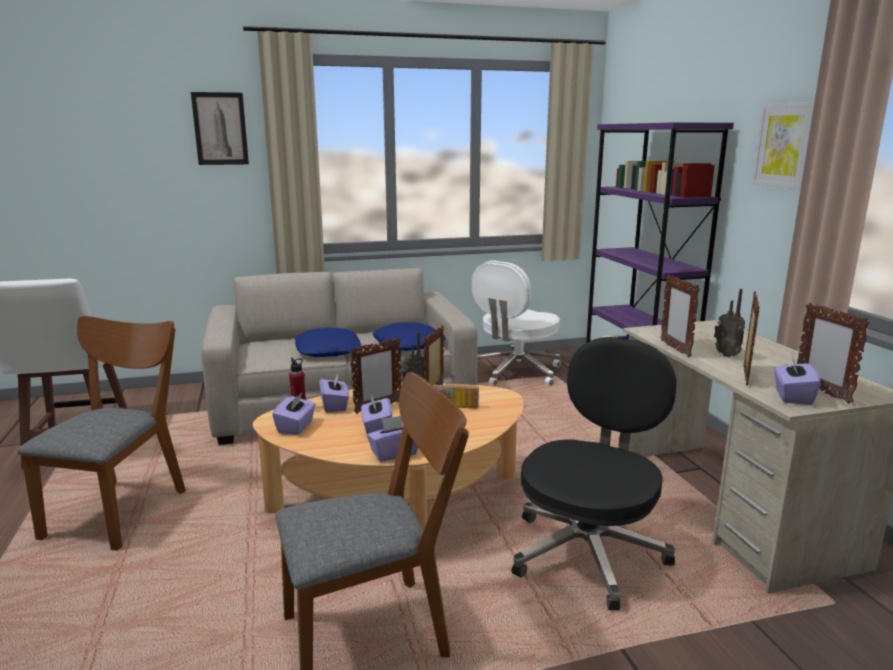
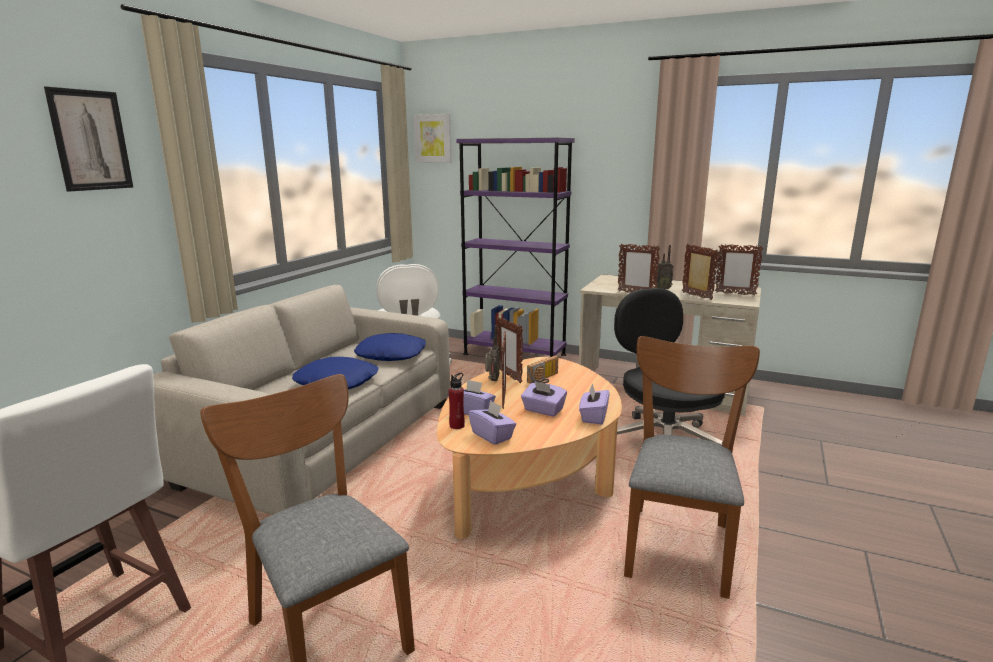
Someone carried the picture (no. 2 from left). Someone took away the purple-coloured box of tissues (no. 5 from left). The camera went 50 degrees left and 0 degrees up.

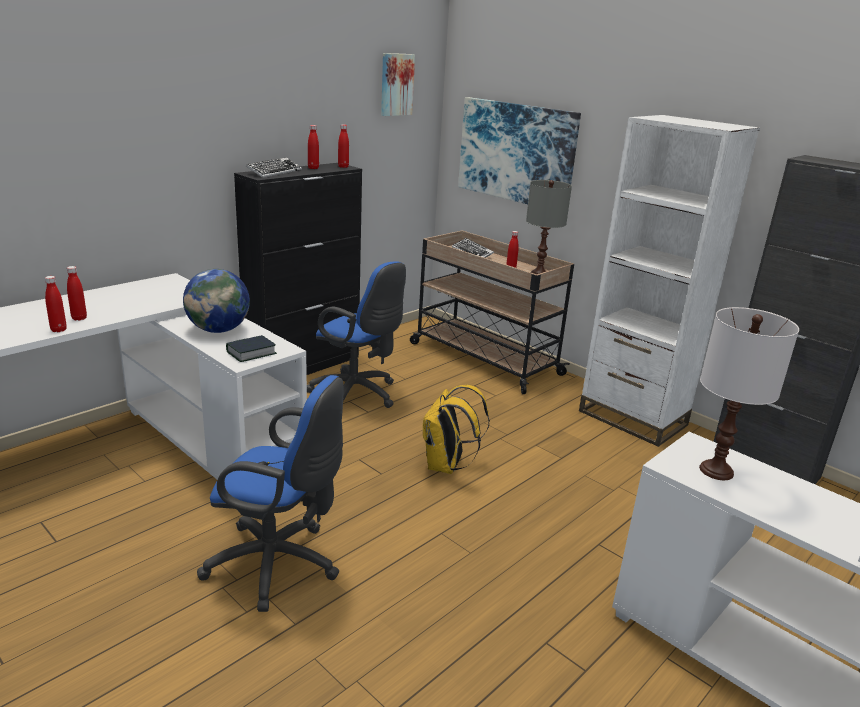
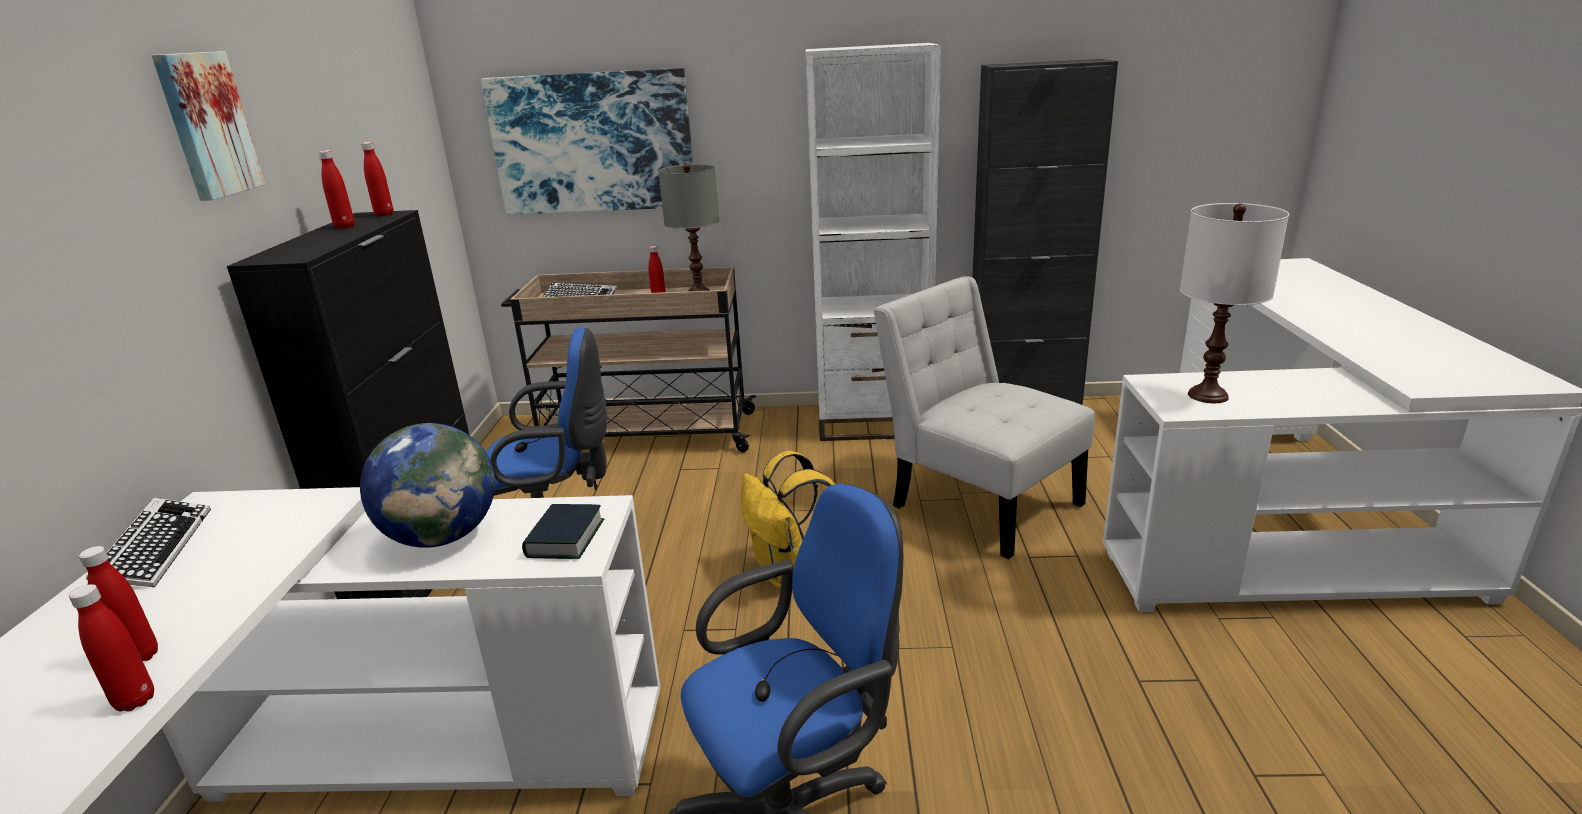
Someone carried the picture (no. 1 from left). Someone carried the computer keyboard (no. 1 from left). Someone put down the whitish upright chair. The camera went 40 degrees left and 0 degrees up.

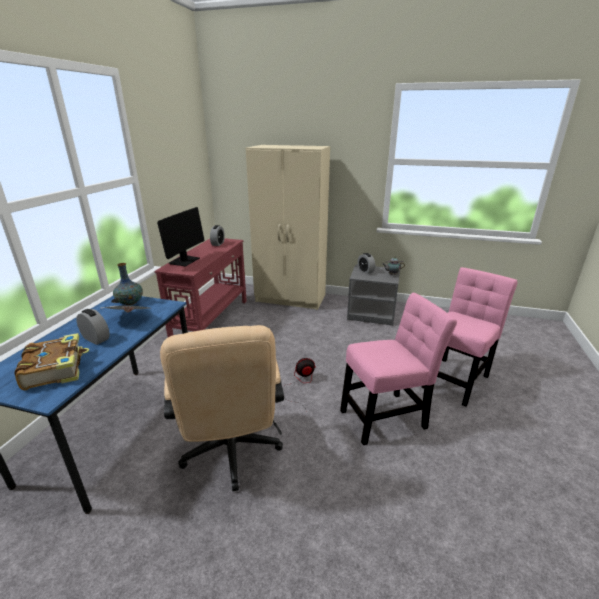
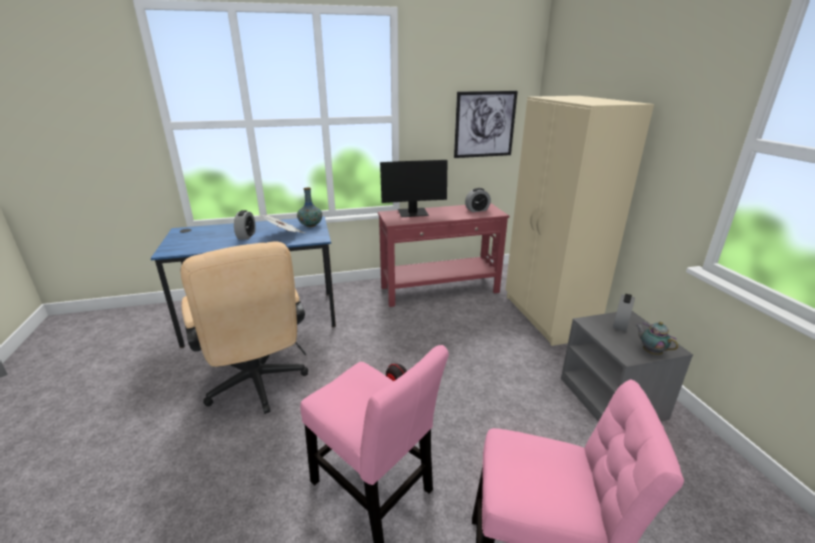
Someone rotated the beige-coloured office chair by 75 degrees counterclockwise. Someone took away the bound book. Someone put up the picture. The camera went 60 degrees right and 0 degrees up.

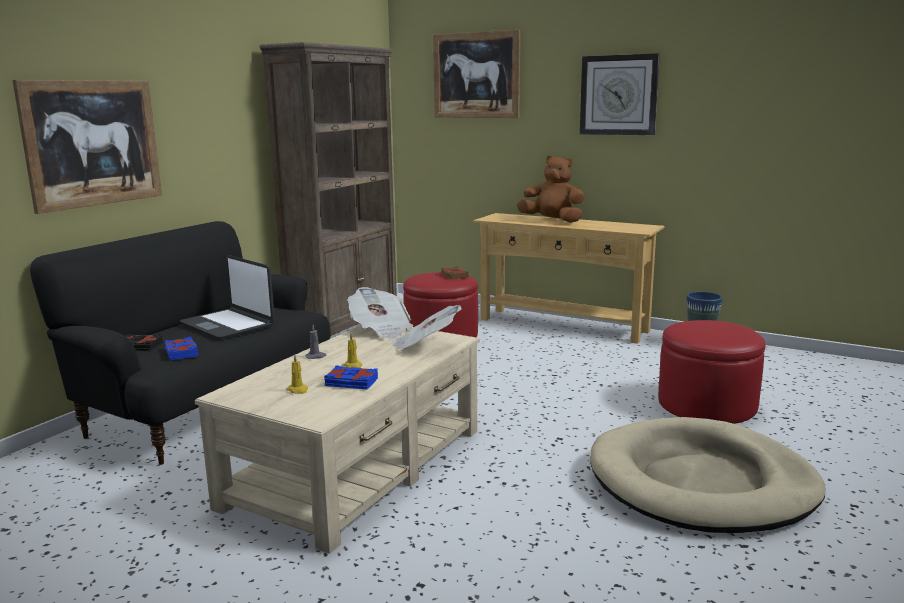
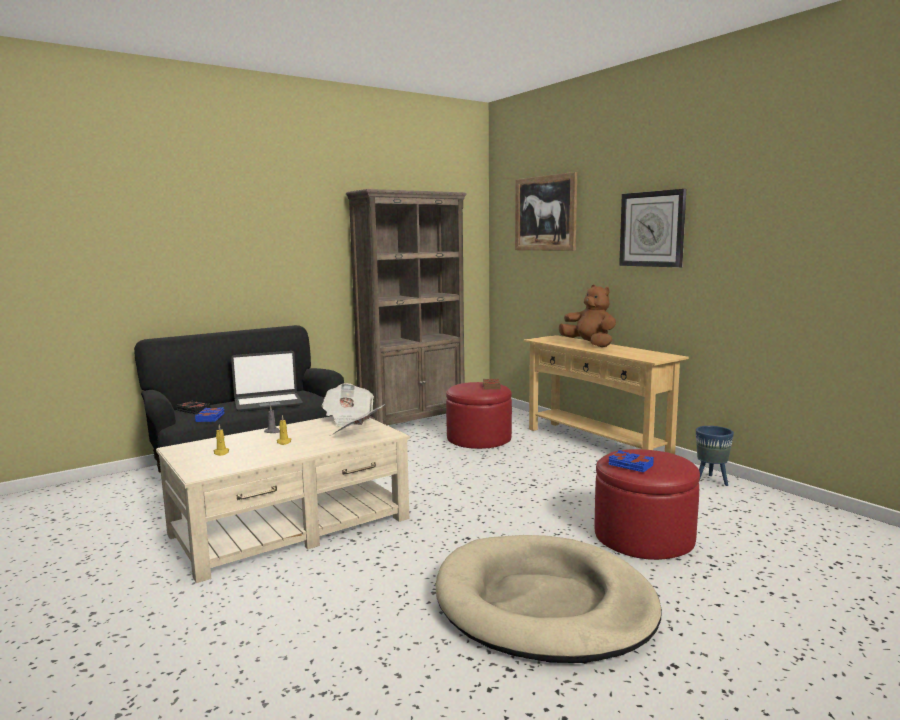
Someone took away the picture (no. 1 from left). Someone rotated the laptop by 90 degrees counterclockwise. Someone carried the blue bound book (no. 2 from left). The camera went 25 degrees right and 5 degrees down.

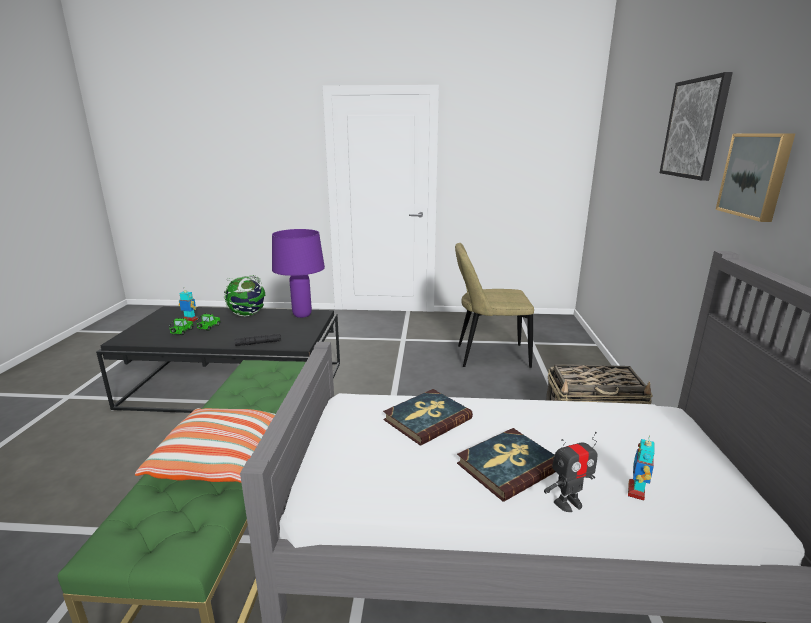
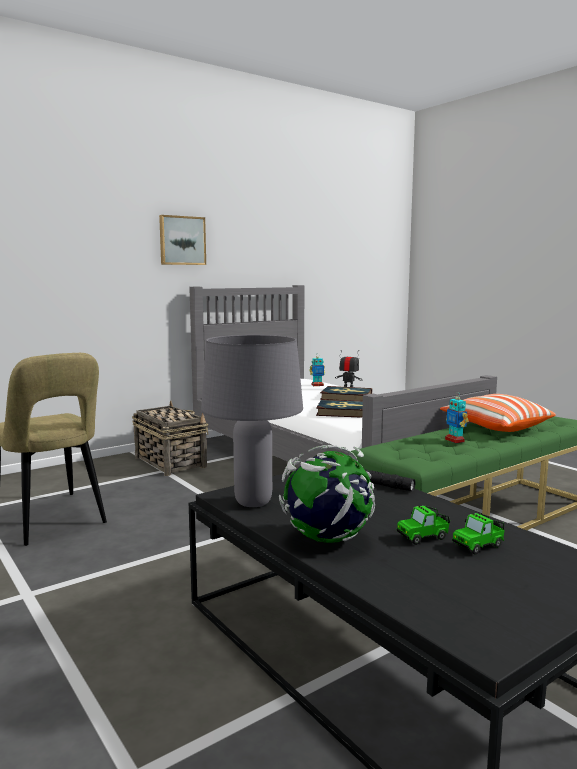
Someone took away the picture (no. 1 from left). Someone repainted the purple-coloured lamp for a table, which became the grey lamp for a table. Someone carried the robot figure (no. 1 from left in the first image). The camera went 130 degrees left and 10 degrees down.

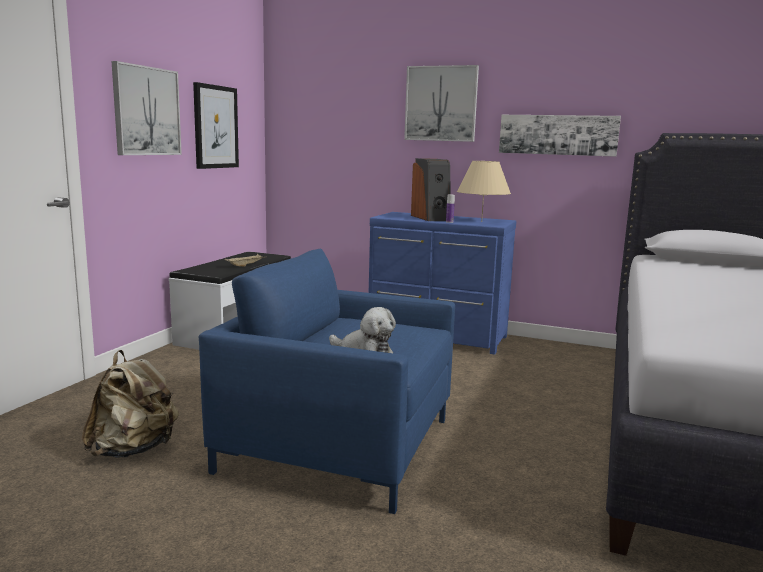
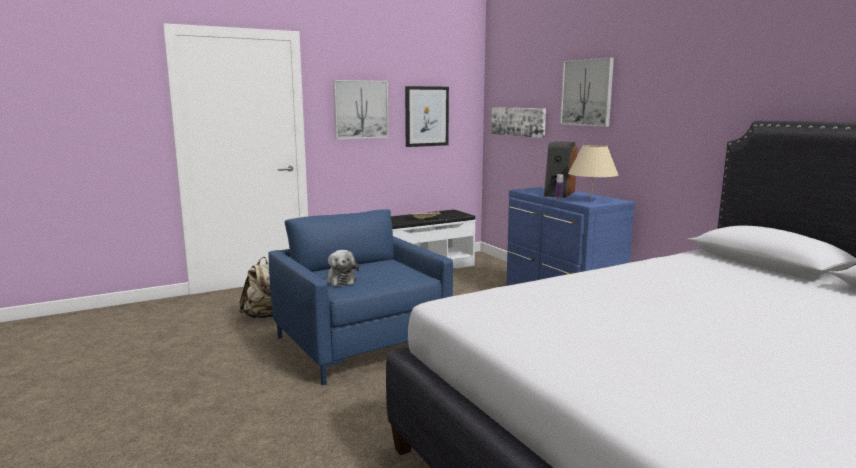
Someone carried the picture (no. 4 from left in the first image). The camera went 40 degrees right and 0 degrees up.

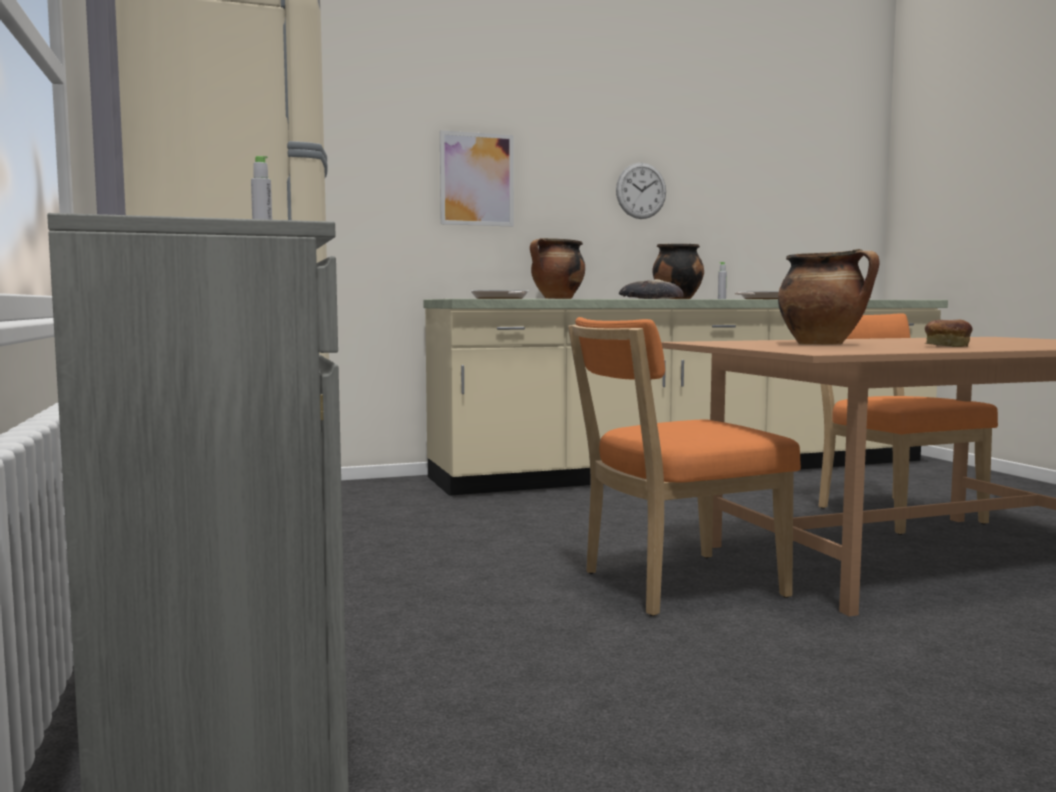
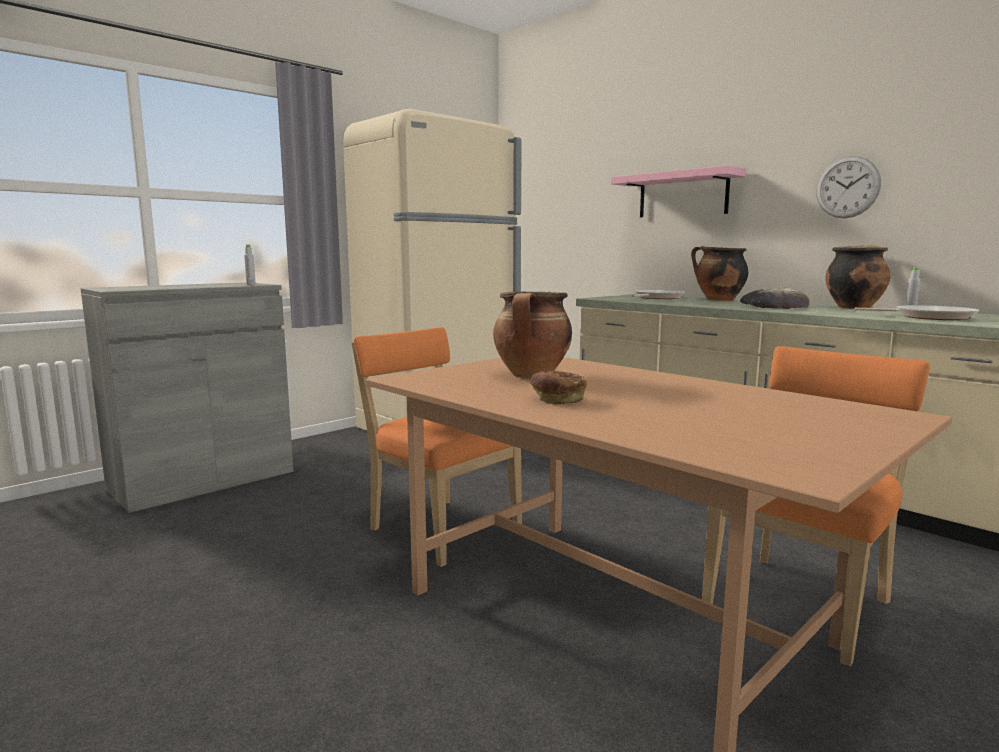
Someone swapped the picture for the pink-coloured shelf. The camera went 65 degrees right and 5 degrees up.

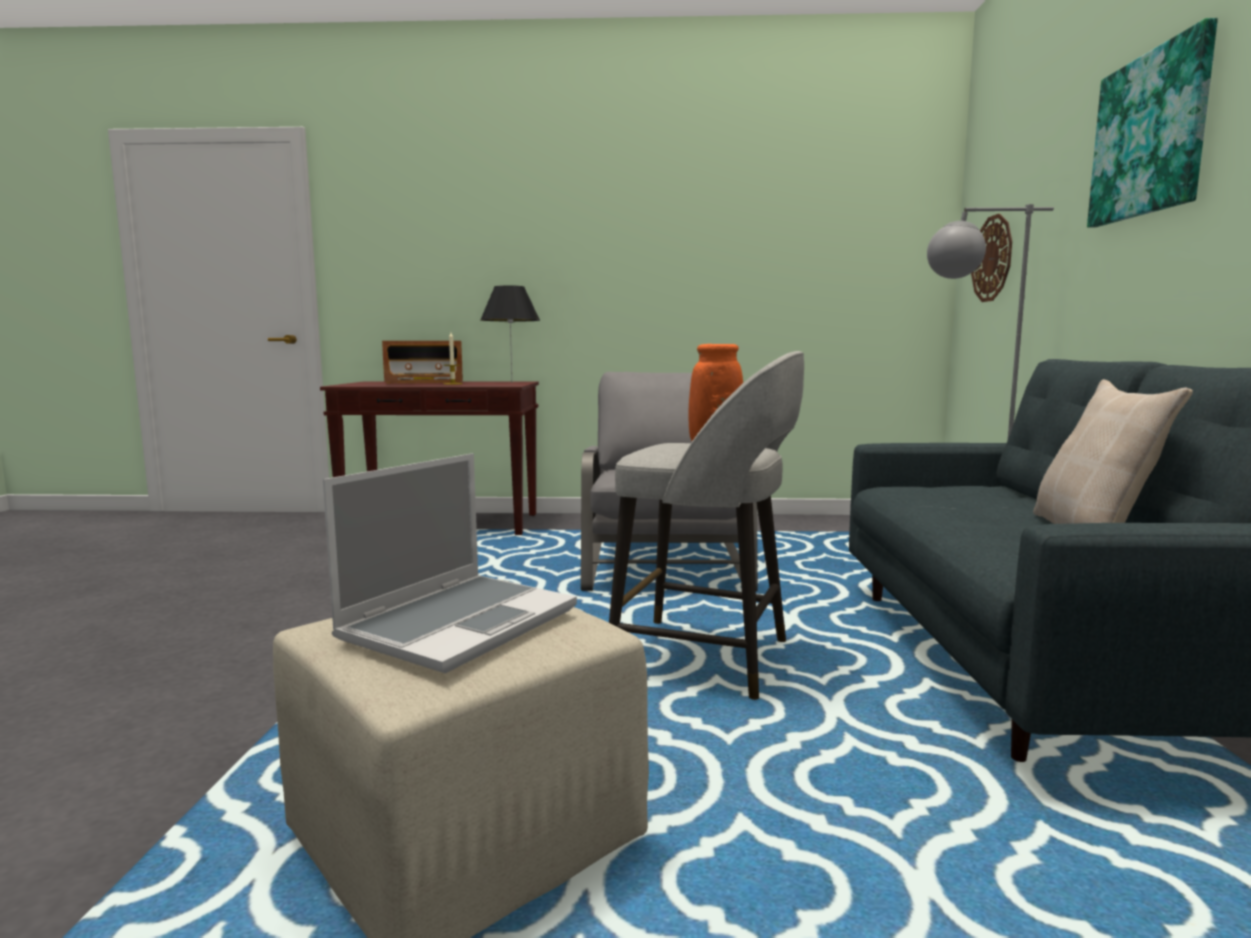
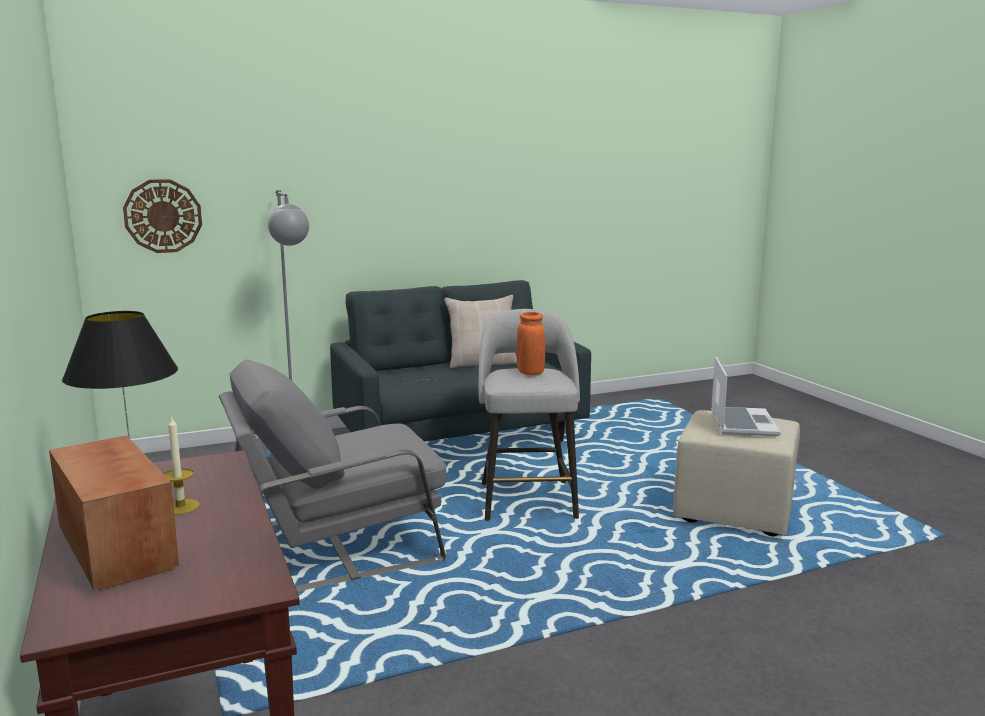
Someone took away the picture. Someone rotated the laptop by 90 degrees clockwise. The camera went 115 degrees left and 5 degrees up.

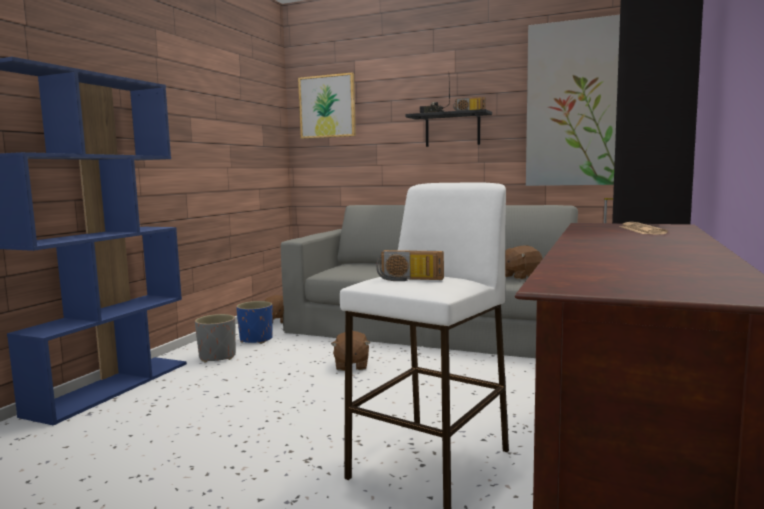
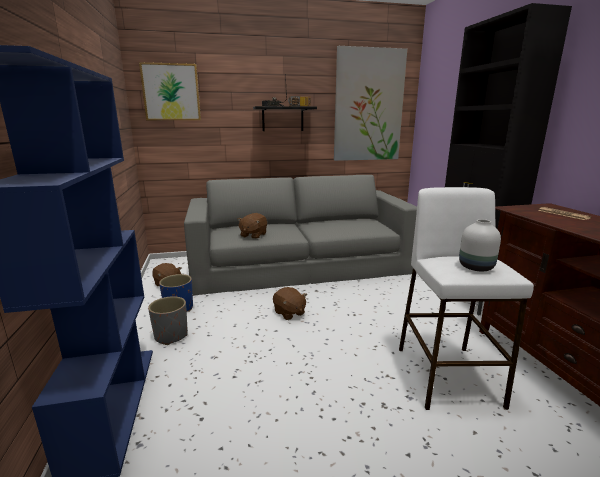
Someone carried the brownish plush toy (no. 3 from left in the first image). Someone swapped the radio (no. 1 from left) for the whitish flower vase. The camera went 35 degrees left and 10 degrees up.

